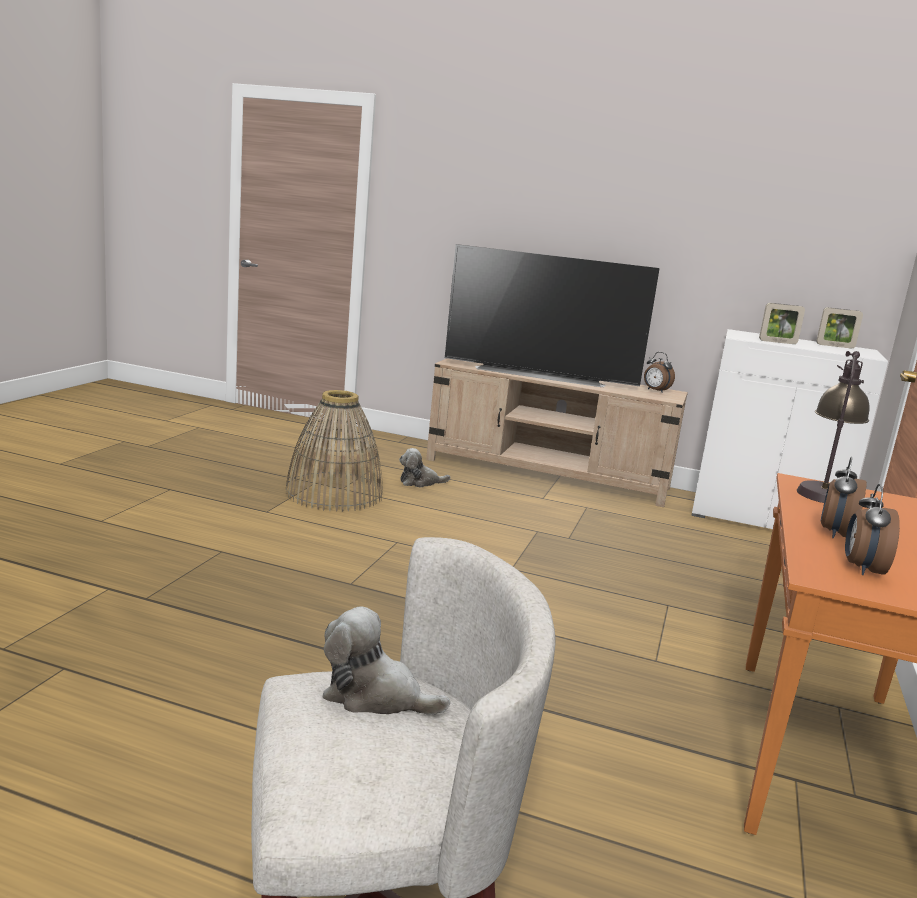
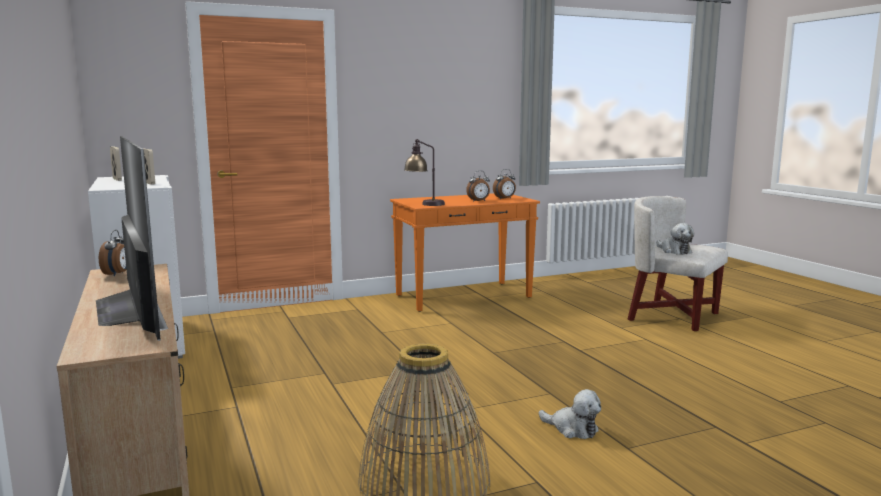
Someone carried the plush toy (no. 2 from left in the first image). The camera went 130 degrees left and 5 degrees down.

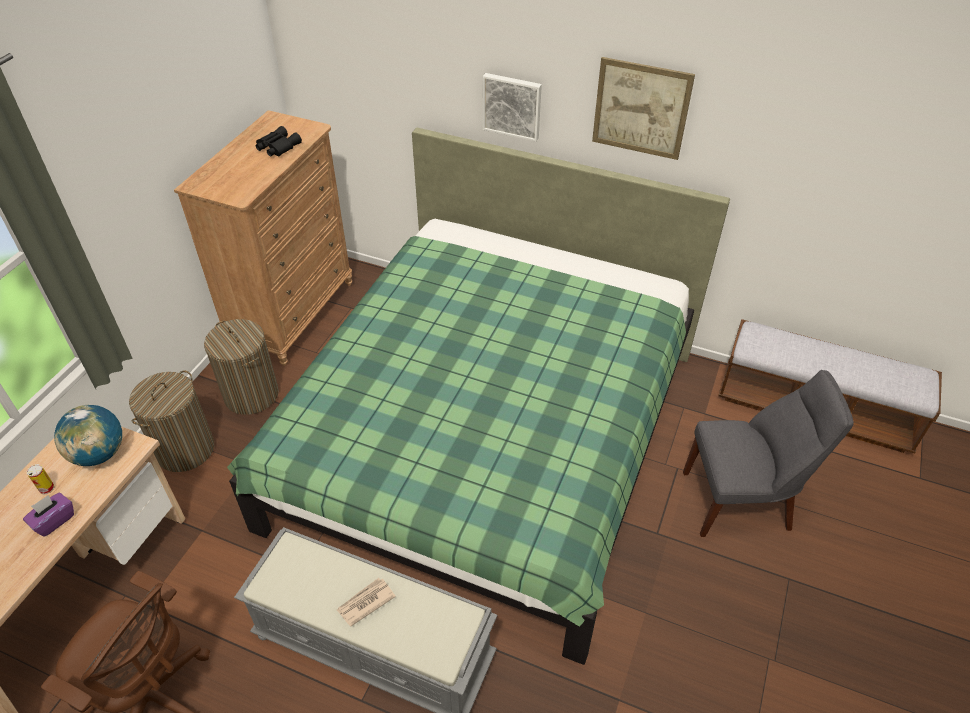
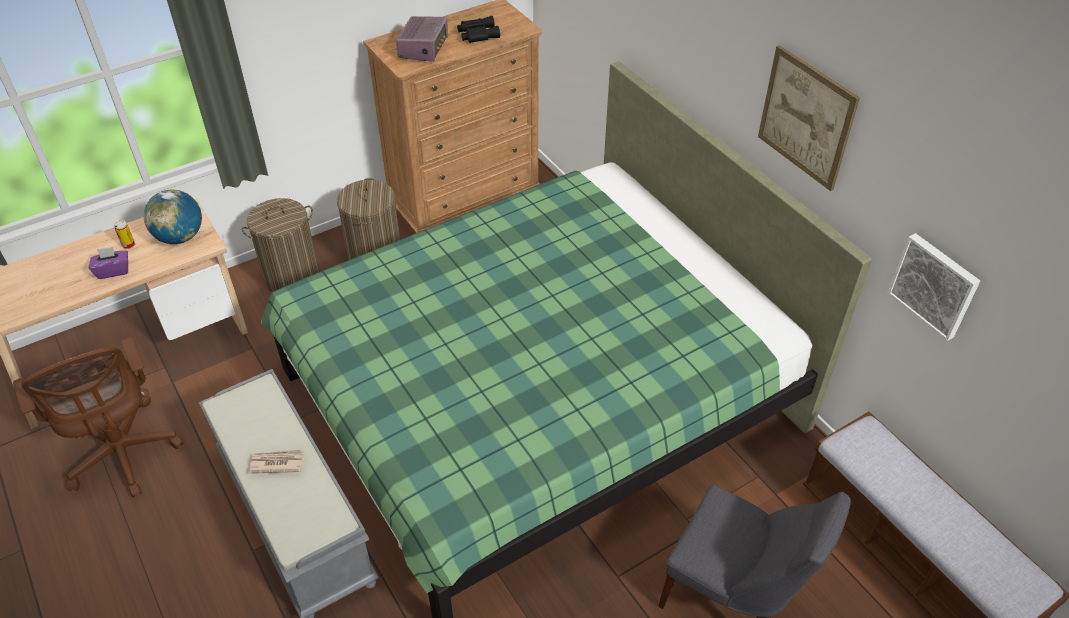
Someone carried the picture (no. 1 from left in the first image). Someone put down the radio. The camera went 35 degrees right and 0 degrees up.

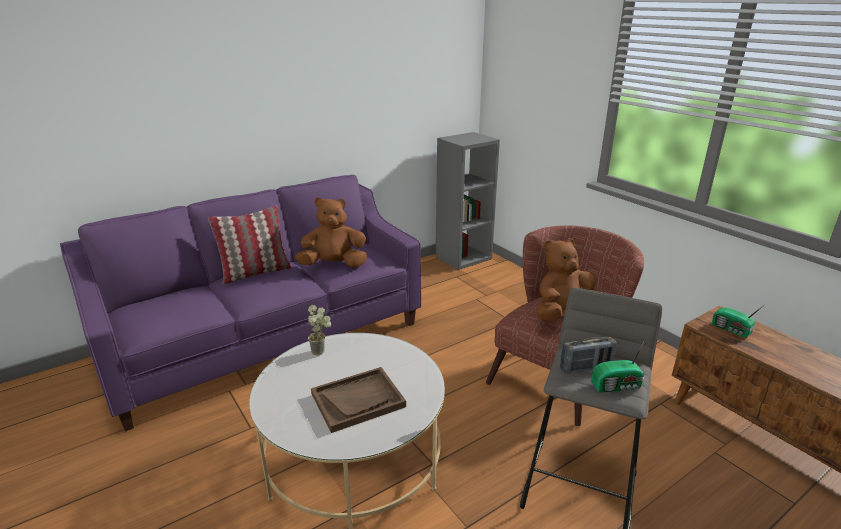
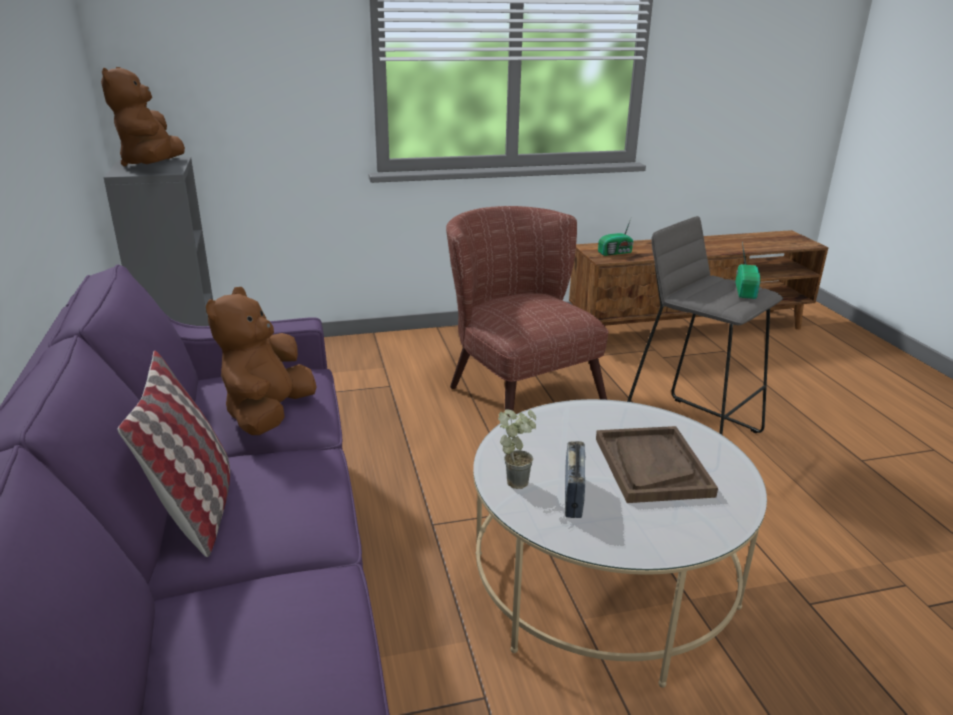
Someone carried the brownish plush toy (no. 2 from left in the first image). Someone carried the radio (no. 1 from left). The camera went 70 degrees left and 0 degrees up.

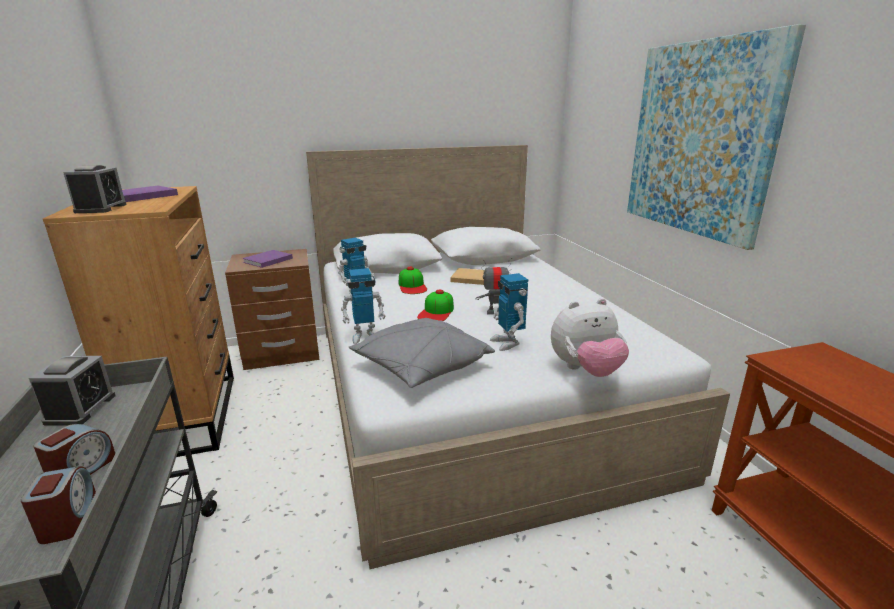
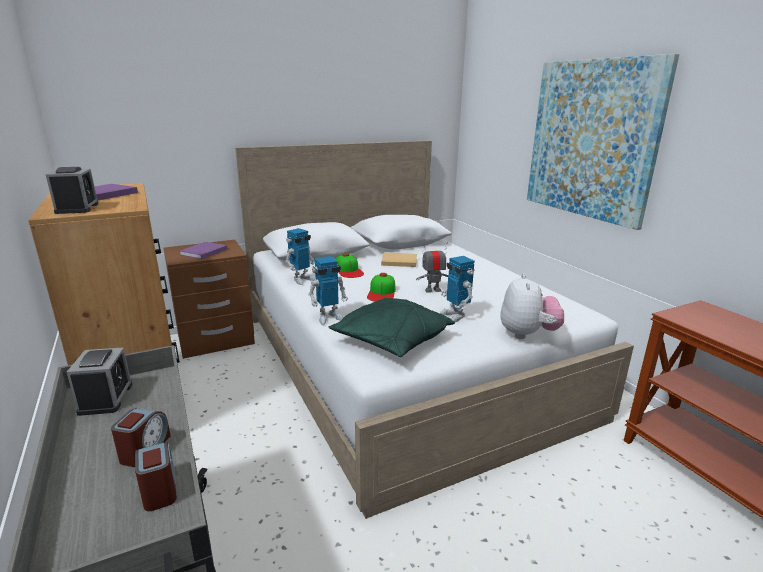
Someone rotated the plush toy by 60 degrees counterclockwise. Someone repainted the grey pillow, which became the greenish pillow. The camera went 10 degrees left and 0 degrees up.

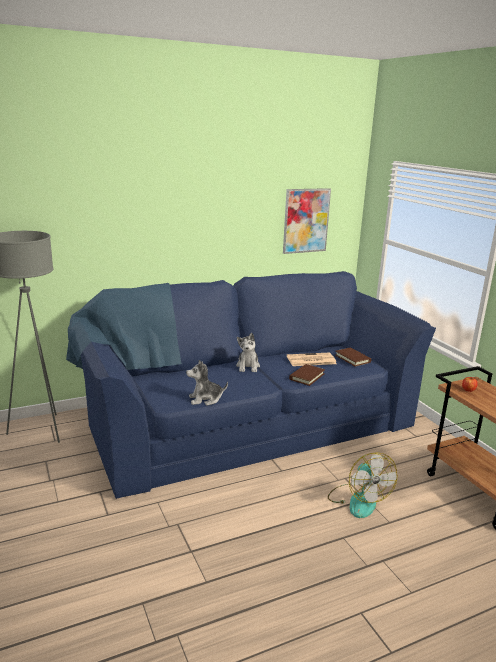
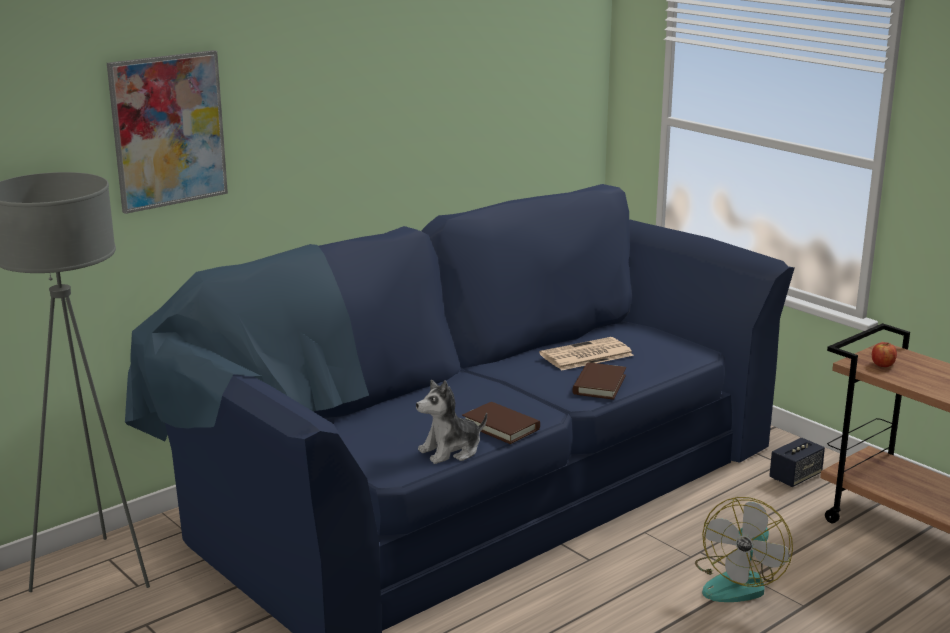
Someone carried the picture. Someone took away the plush toy (no. 2 from left). Someone carried the brownish bound book (no. 2 from left in the first image). Someone rotated the fan by 60 degrees clockwise. Someone put down the audio speaker. The camera went 15 degrees left and 0 degrees up.

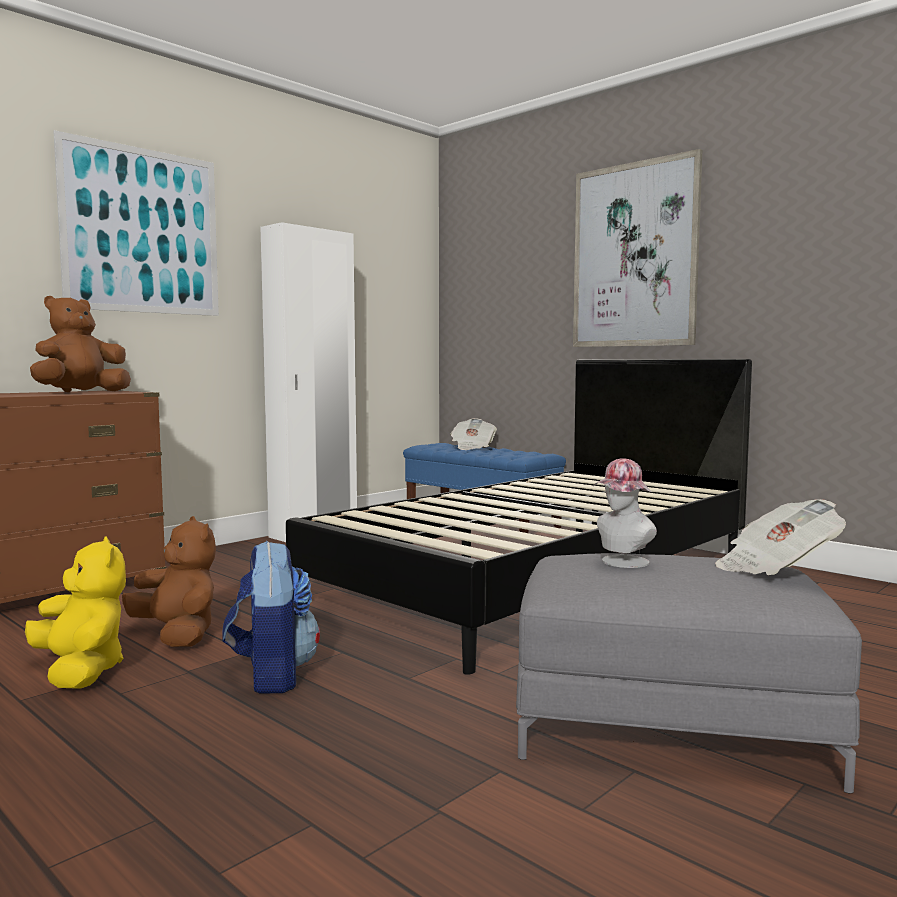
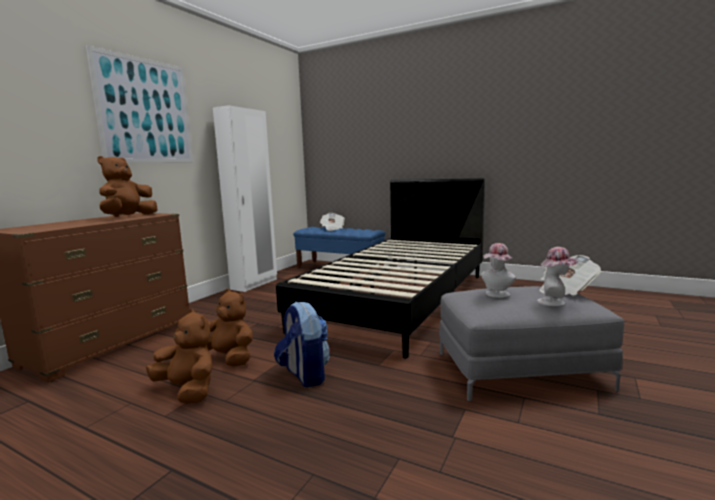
Someone took away the picture (no. 2 from left). Someone repainted the yellowish plush toy, which became the brownish plush toy (no. 2 from left). Someone put down the clothing hat (no. 2 from left). The camera went 15 degrees left and 5 degrees up.

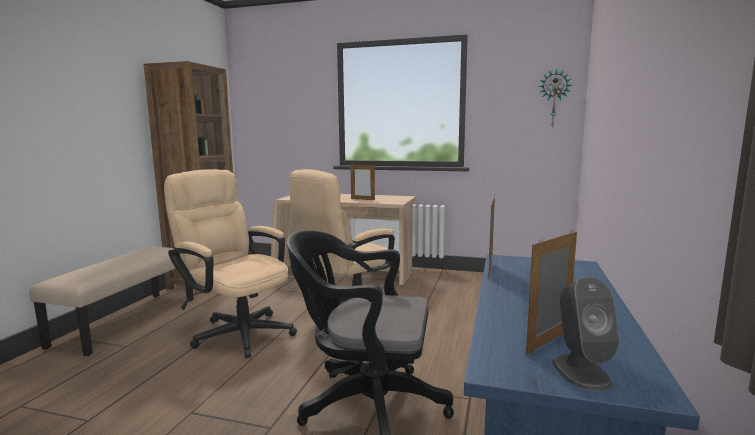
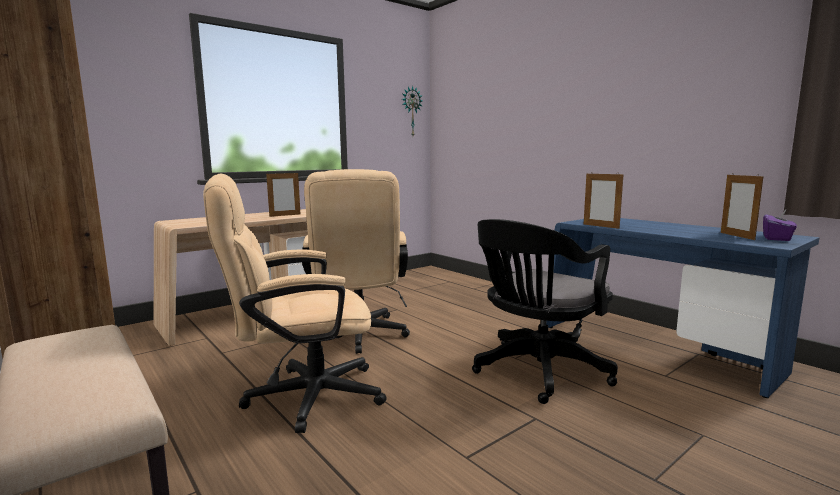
Someone swapped the grey audio speaker for the purple-coloured box of tissues. The camera went 55 degrees left and 0 degrees up.

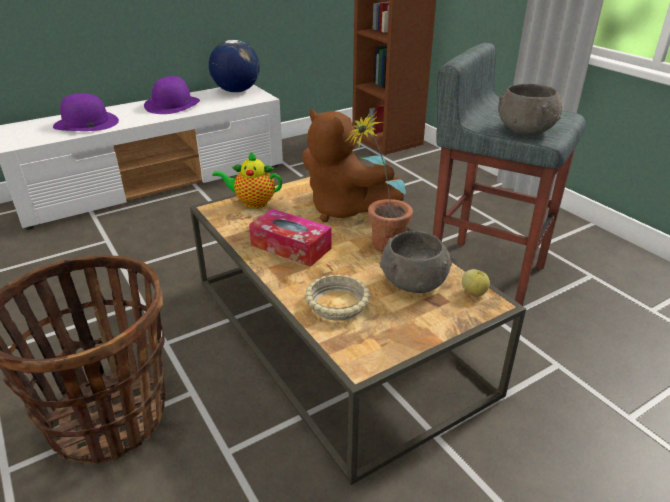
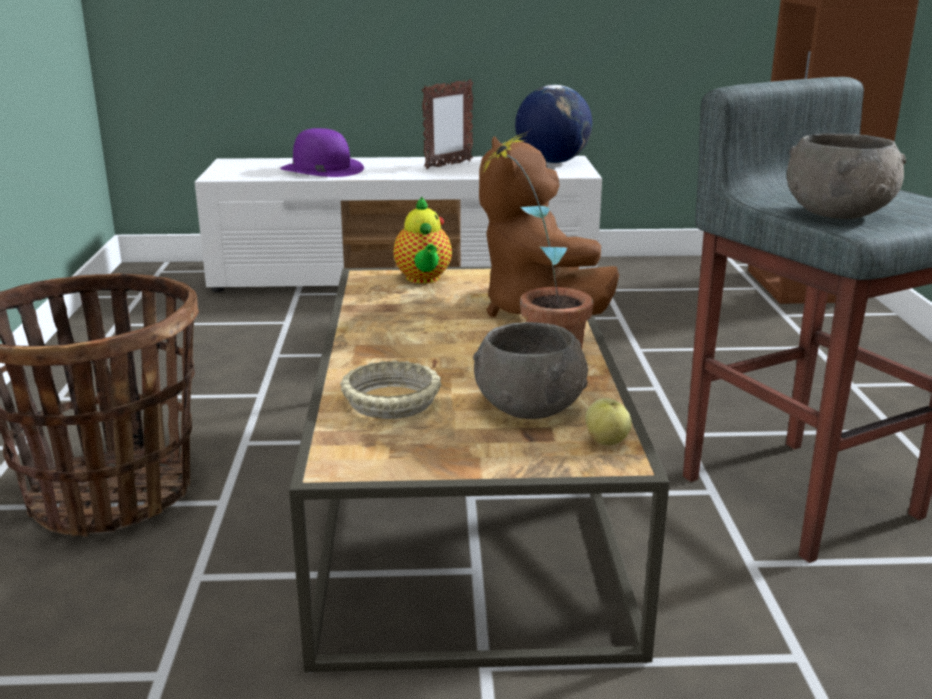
Someone swapped the purple-coloured clothing hat (no. 2 from left) for the photo frame. Someone rotated the tea pot by 135 degrees counterclockwise. Someone took away the box of tissues. The camera went 30 degrees right and 10 degrees down.

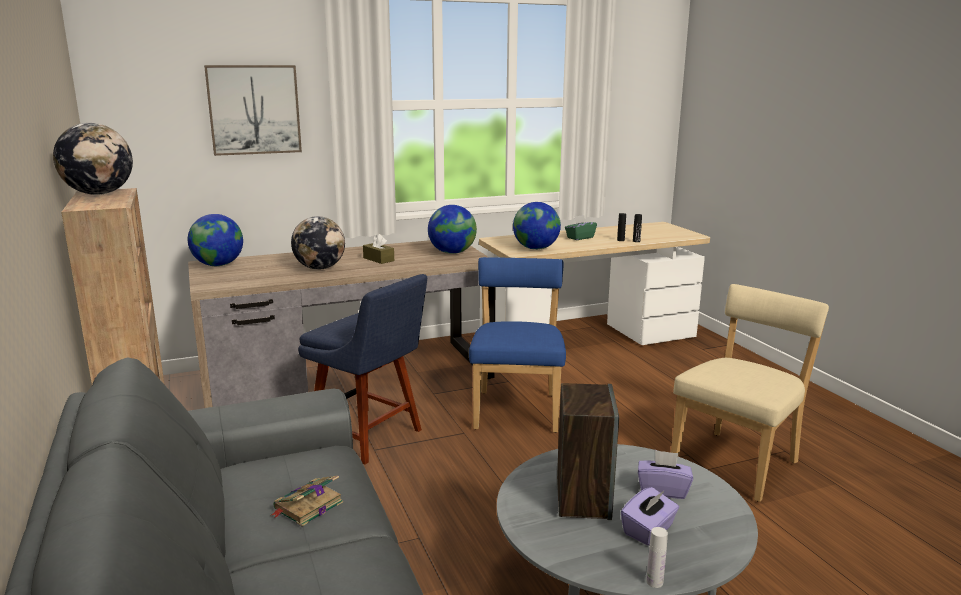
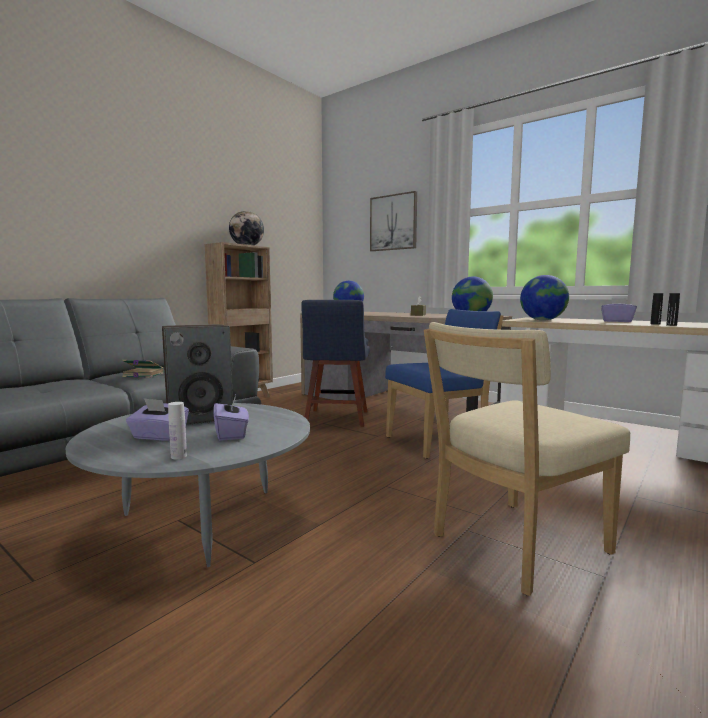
Someone repainted the greenish box of tissues, which became the purple-coloured box of tissues (no. 3 from left). Someone took away the globe (no. 3 from left). Someone rotated the beige-coloured upright chair by 135 degrees clockwise. Someone carried the whitish beverage bottle. The camera went 60 degrees right and 10 degrees down.

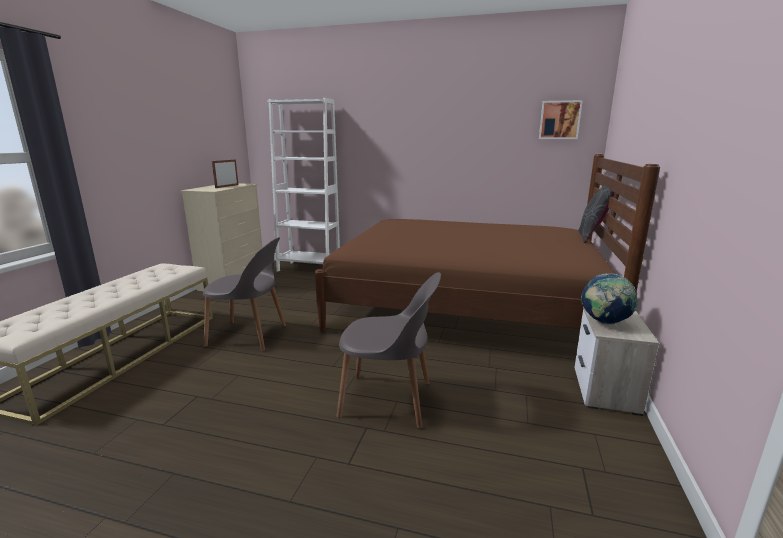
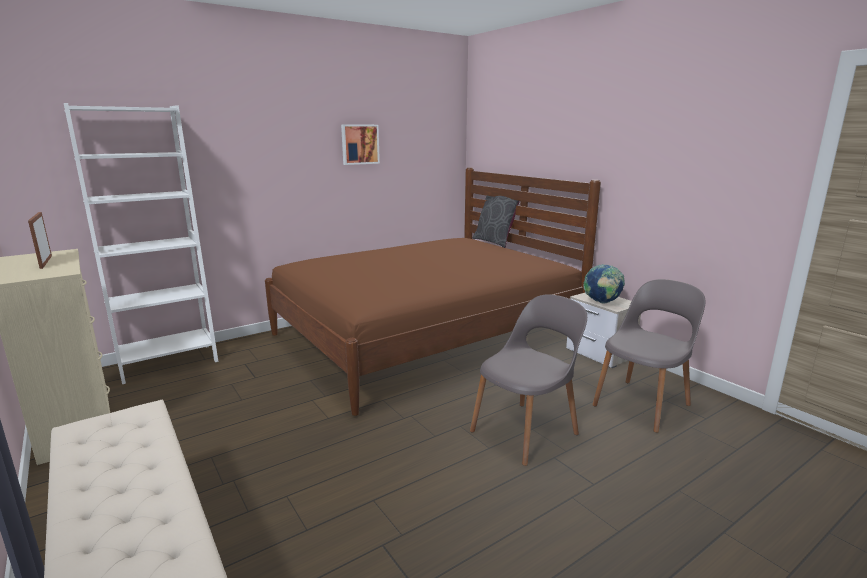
Someone carried the picture. Someone carried the grey upright chair (no. 1 from left in the first image). The camera went 50 degrees left and 0 degrees up.

